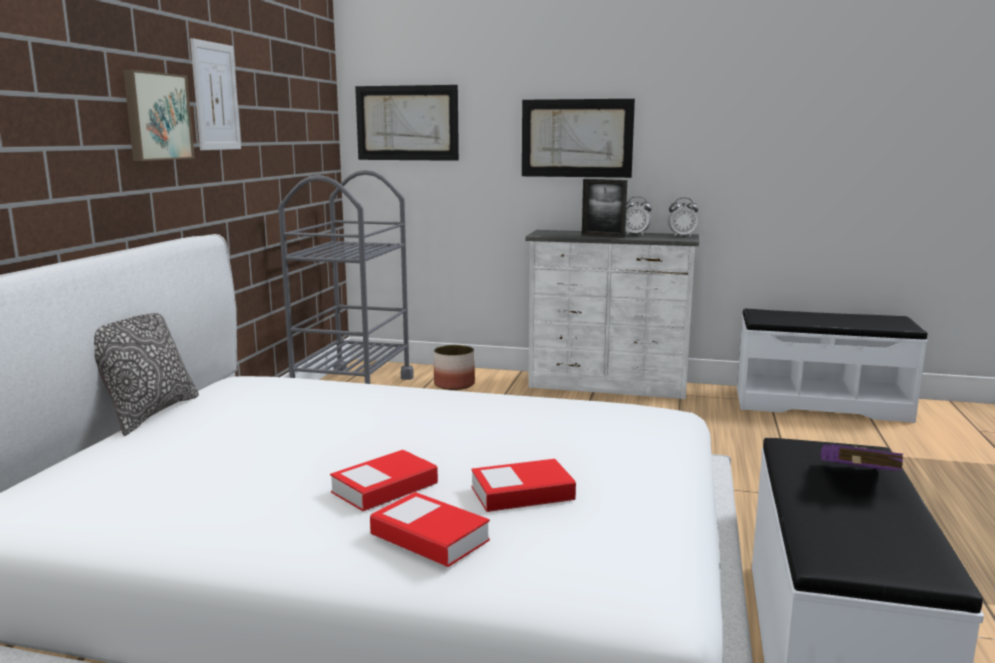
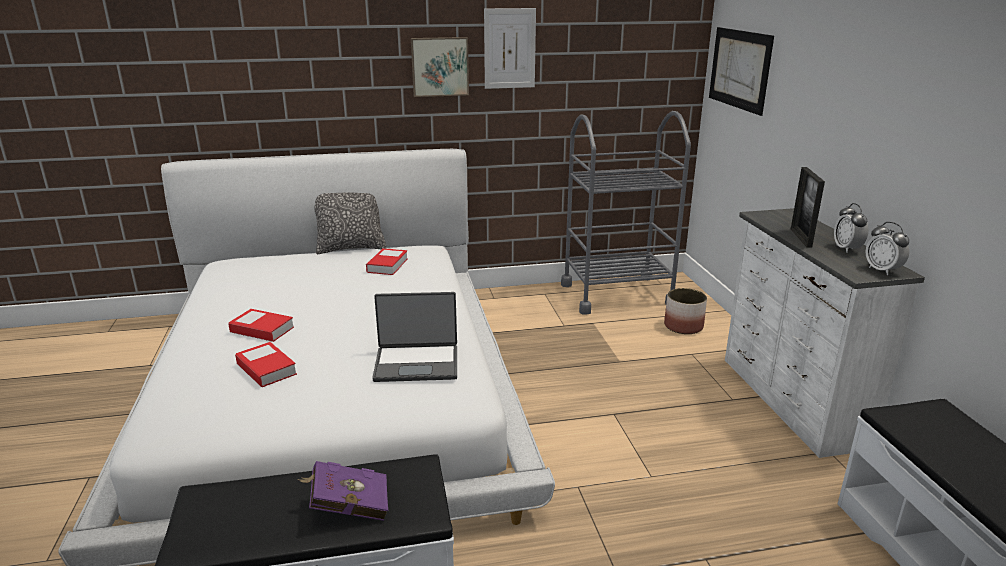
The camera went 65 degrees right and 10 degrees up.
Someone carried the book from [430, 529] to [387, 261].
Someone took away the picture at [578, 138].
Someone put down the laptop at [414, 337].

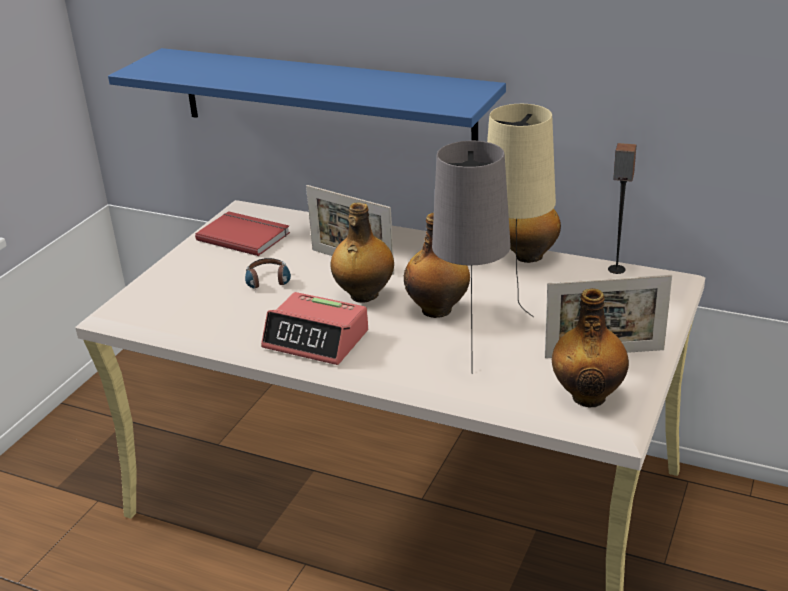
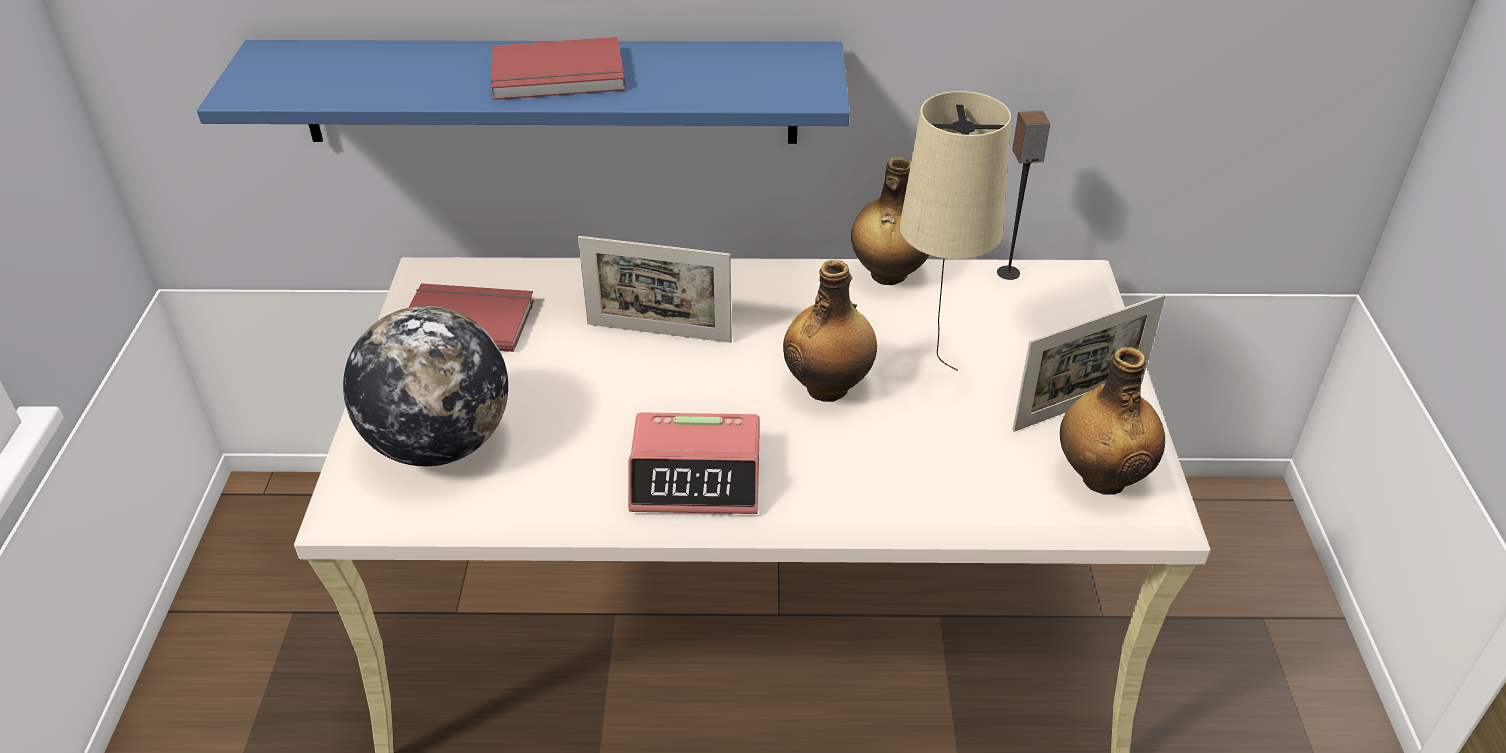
The camera went 25 degrees left and 10 degrees up.
Someone took away the headphones at [268, 275].
Someone took away the bottle at [362, 253].
Someone took away the table lamp in grey at [471, 243].
Someone put down the globe at [425, 386].
Someone put down the book in red at [558, 68].

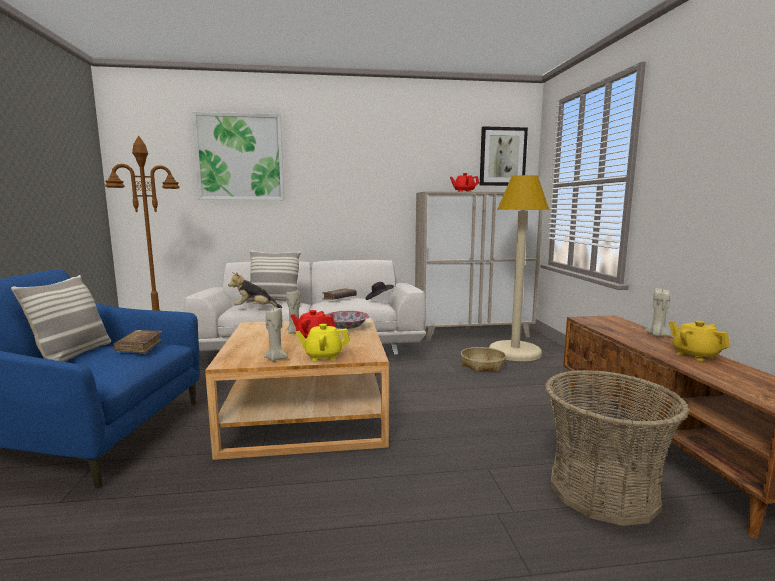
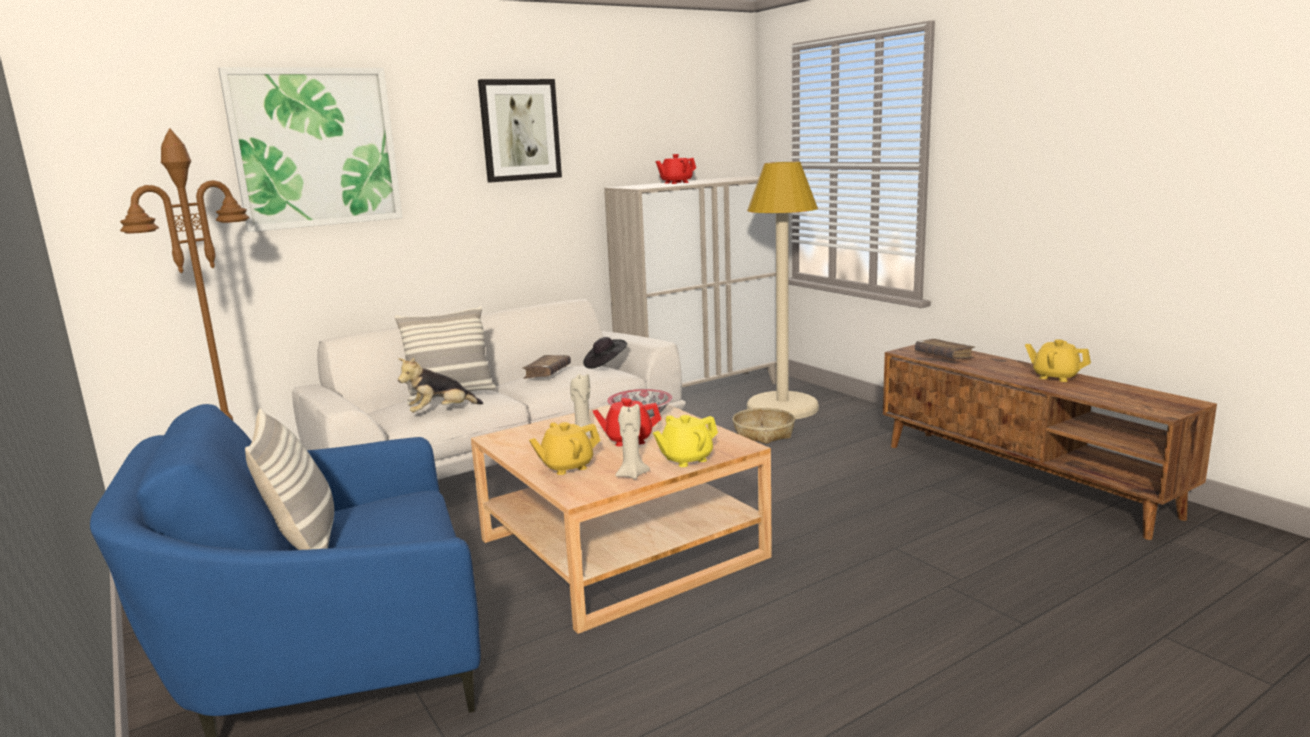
The camera went 25 degrees left and 5 degrees up.
Someone carried the book in brown from [138, 342] to [945, 349].
Someone carried the picture from [504, 156] to [520, 130].
Someone took away the basket at [617, 448].
Someone took away the candle in beige at [658, 312].
Someone put down the teapot in yellow at [564, 448].

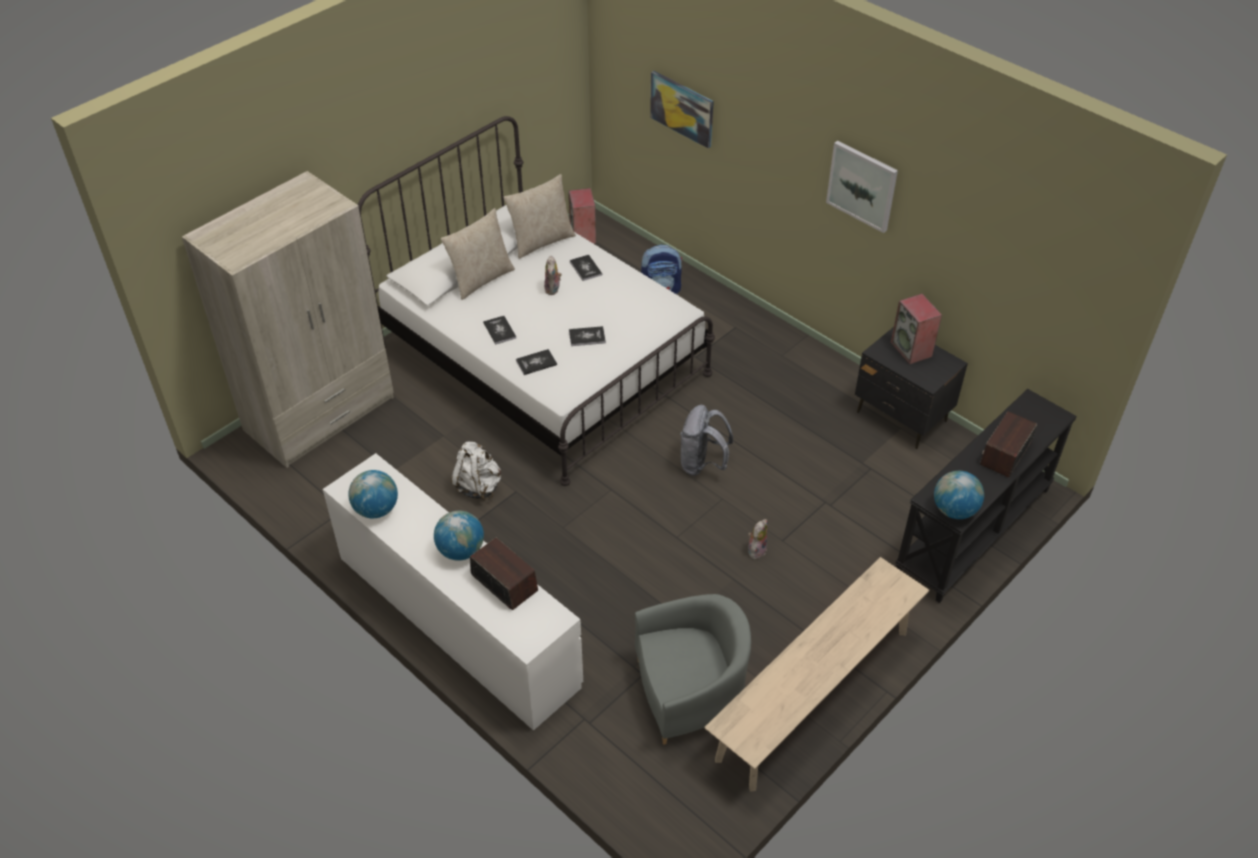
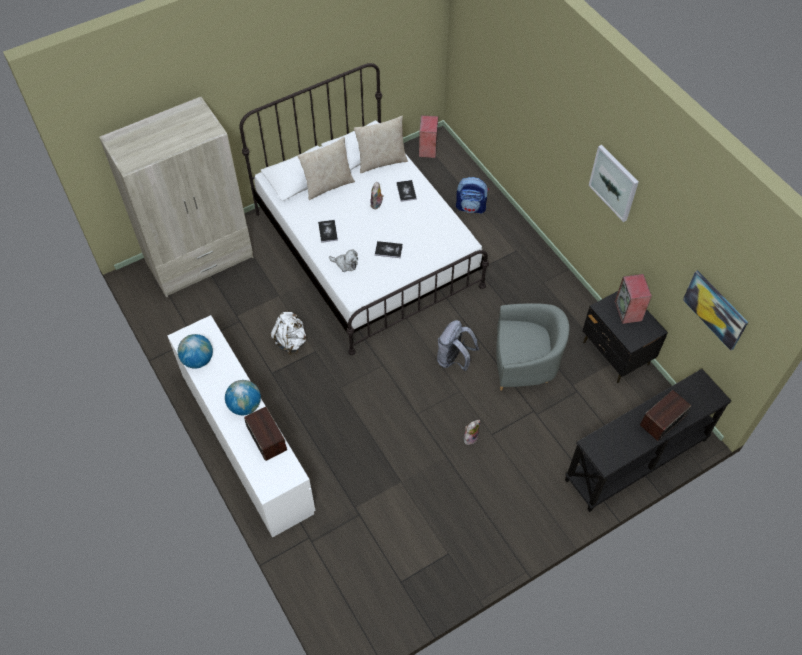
The camera went 15 degrees right and 10 degrees up.
Someone swapped the book at [536, 362] for the plush toy at [343, 260].
Someone carried the armchair in grey from [693, 669] to [533, 347].
Someone carried the picture from [682, 110] to [715, 310].
Someone took away the bench in beige at [816, 674].
Someone took away the globe at [959, 495].

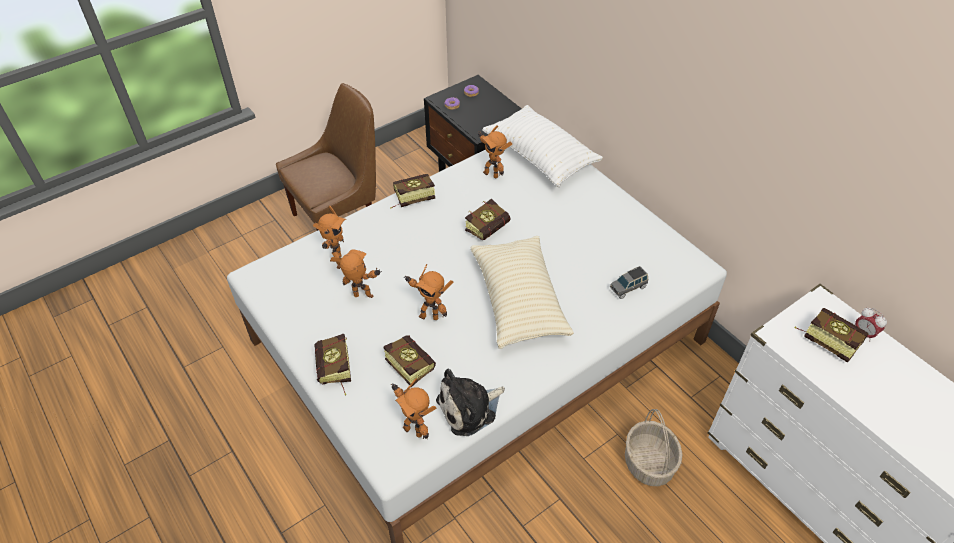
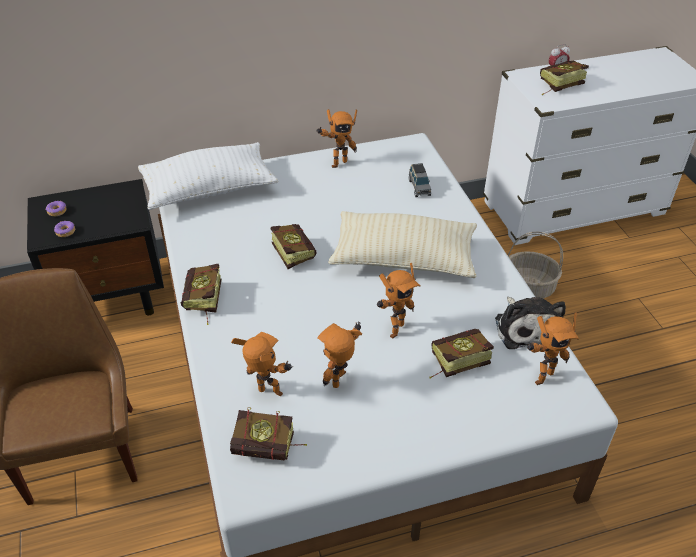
The camera went 70 degrees left and 5 degrees down.
Someone carried the book from [332, 364] to [268, 434].
Someone carried the toy robot from [494, 152] to [336, 138].

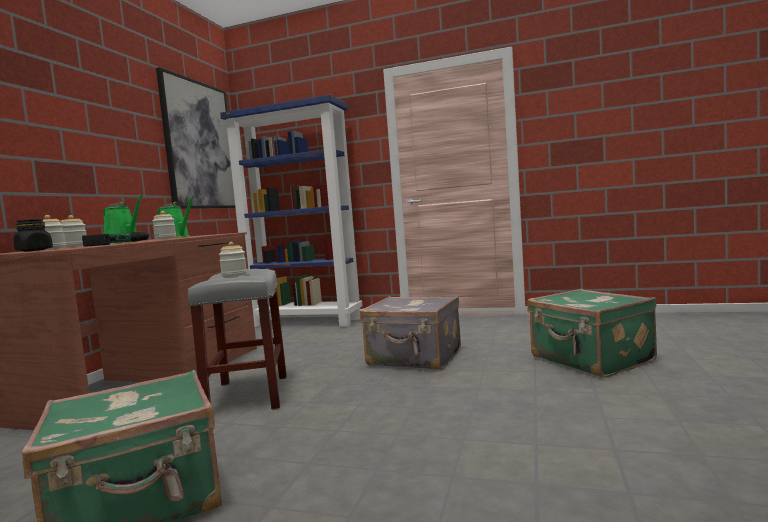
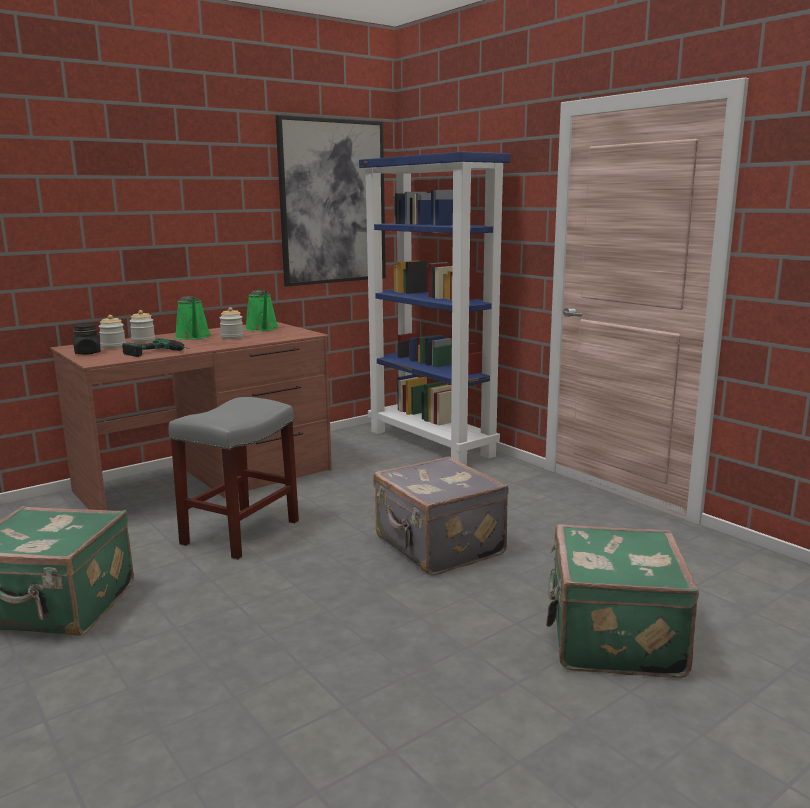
The camera went 35 degrees right and 10 degrees up.
Someone took away the jar at [233, 259].

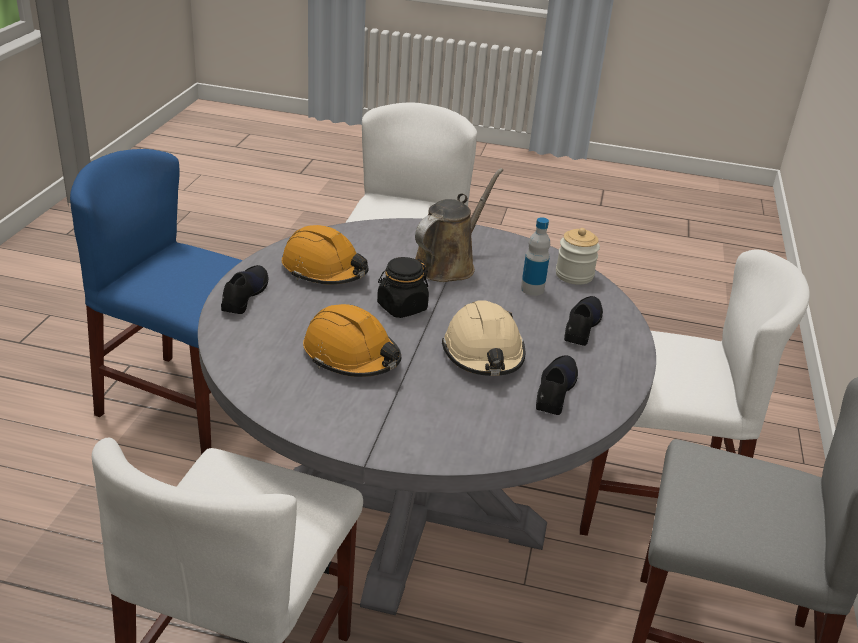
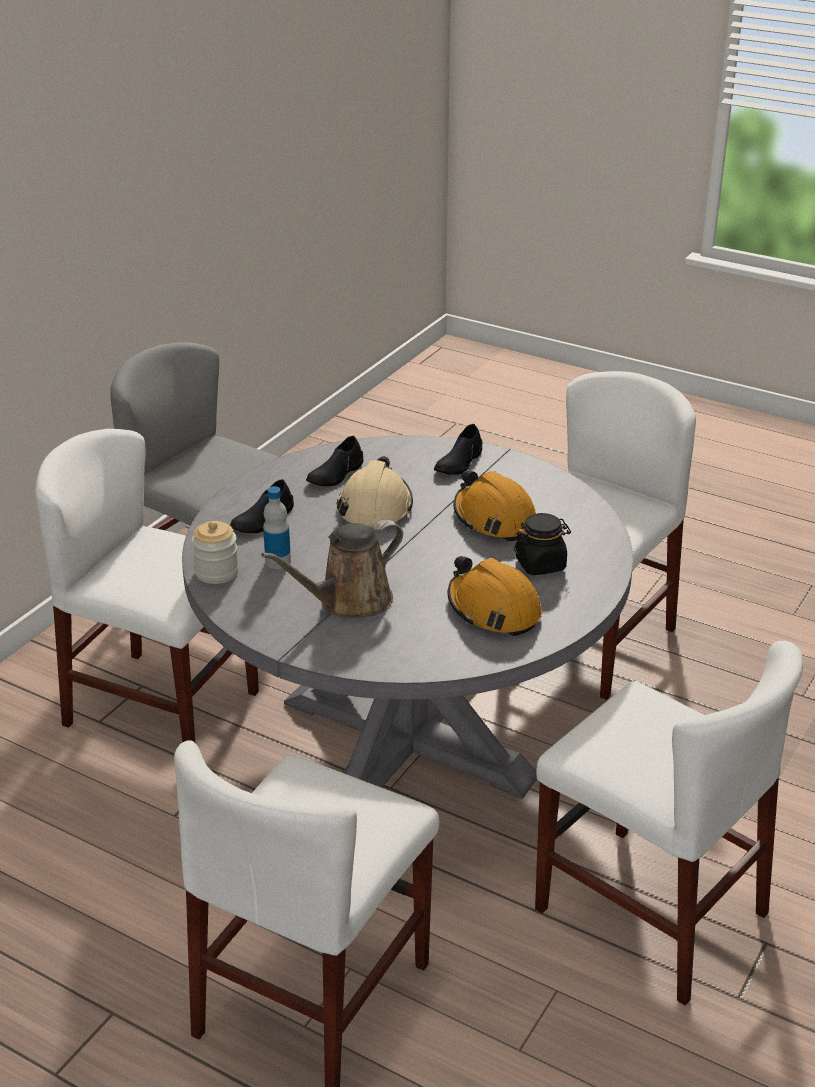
The camera went 160 degrees left and 0 degrees up.
Someone repainted the chair in blue at [156, 302], which became the chair in white at [669, 823].
Someone carried the shoe in black from [244, 289] to [458, 449].
Someone carried the jar in black from [403, 287] to [542, 544].

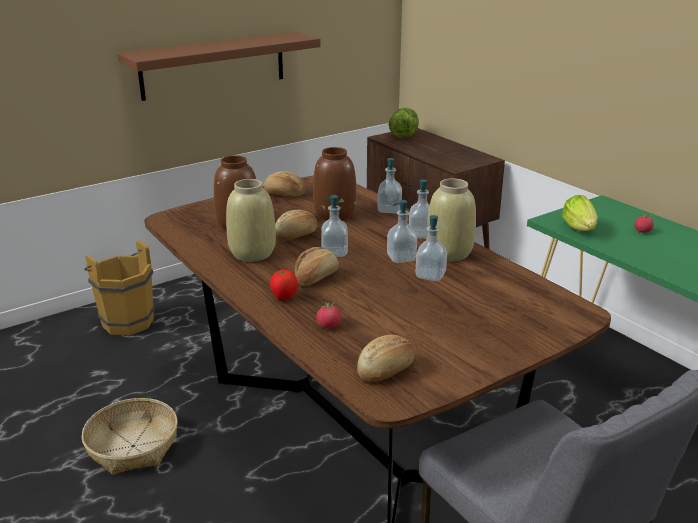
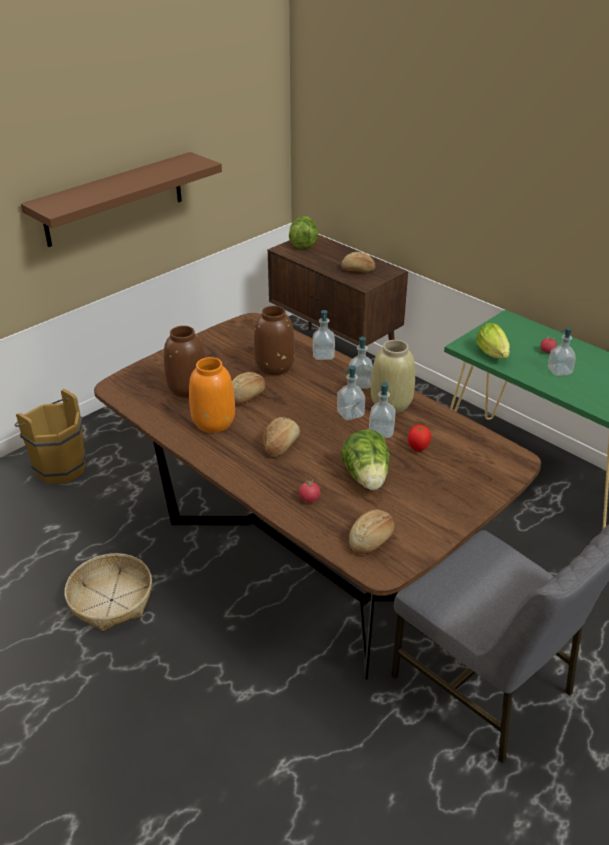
The camera went 10 degrees left and 10 degrees up.
Someone repainted the vase in beige at [251, 220], which became the vase in orange at [212, 395].
Someone carried the bread from [285, 183] to [358, 262].
Someone carried the tomato from [284, 285] to [419, 438].
Someone carried the soap dispenser from [334, 226] to [562, 351].
Someone put down the lettuce at [365, 459].

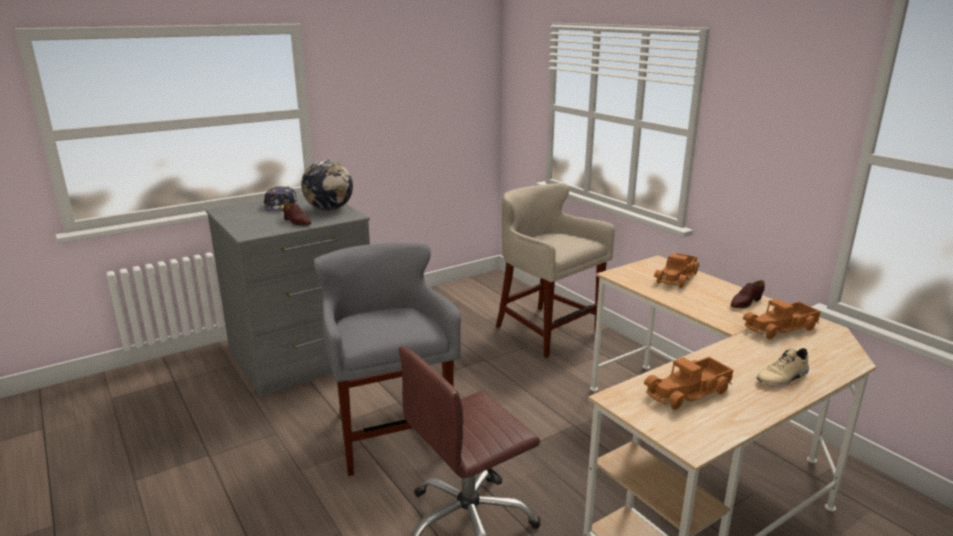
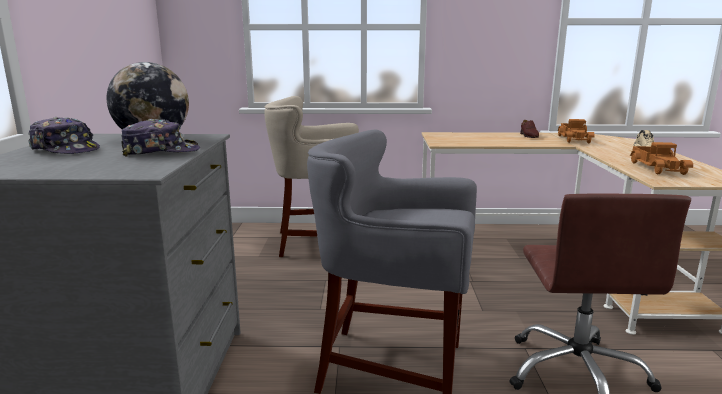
The camera went 55 degrees left and 5 degrees down.
Someone swapped the shoe in brown at [297, 214] for the cap at [160, 138].
Someone took away the toy truck at [676, 270].

